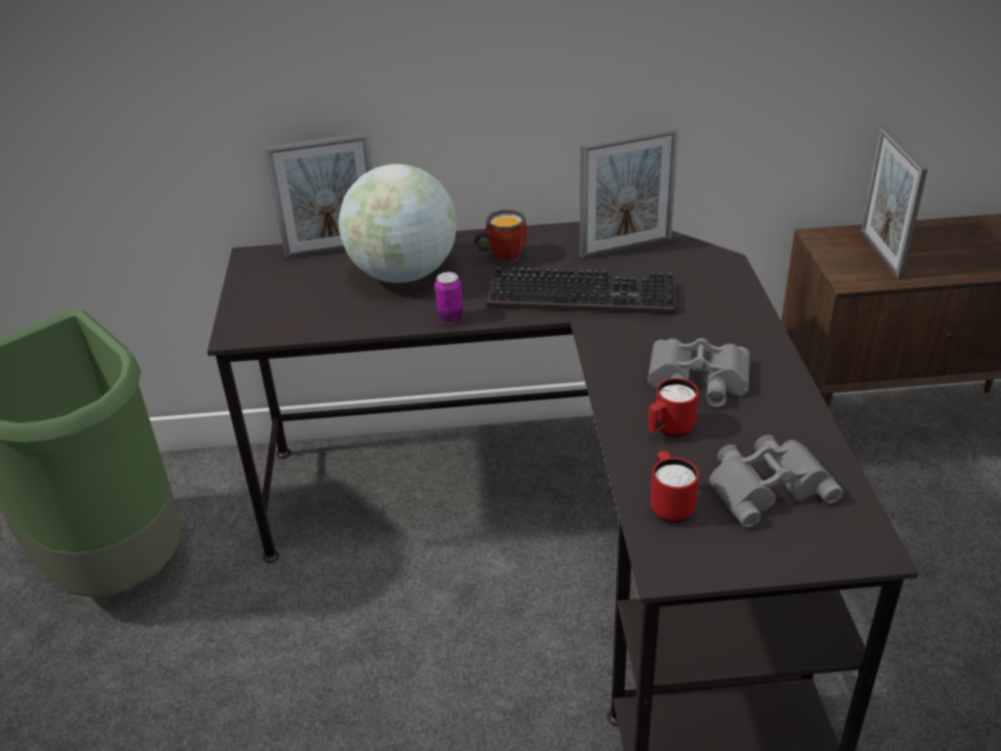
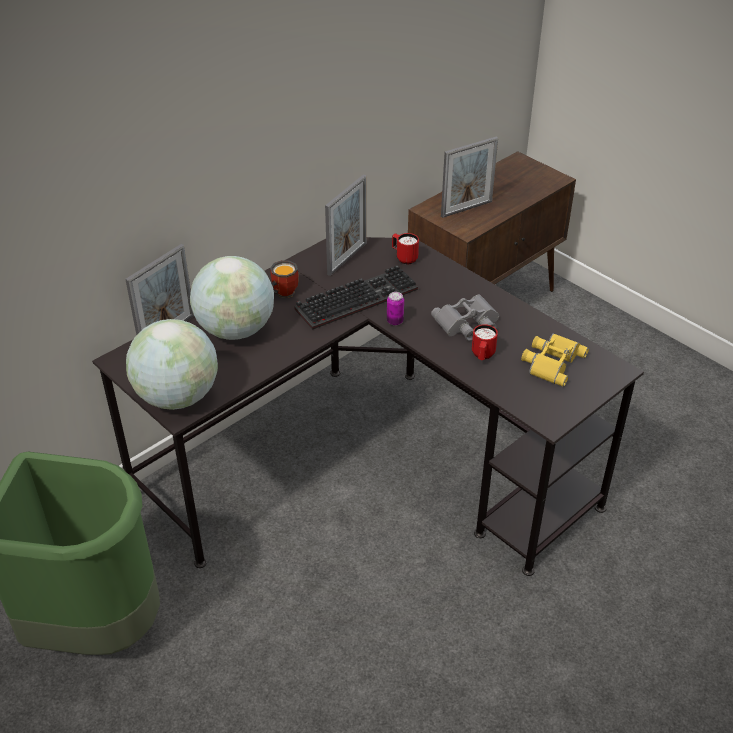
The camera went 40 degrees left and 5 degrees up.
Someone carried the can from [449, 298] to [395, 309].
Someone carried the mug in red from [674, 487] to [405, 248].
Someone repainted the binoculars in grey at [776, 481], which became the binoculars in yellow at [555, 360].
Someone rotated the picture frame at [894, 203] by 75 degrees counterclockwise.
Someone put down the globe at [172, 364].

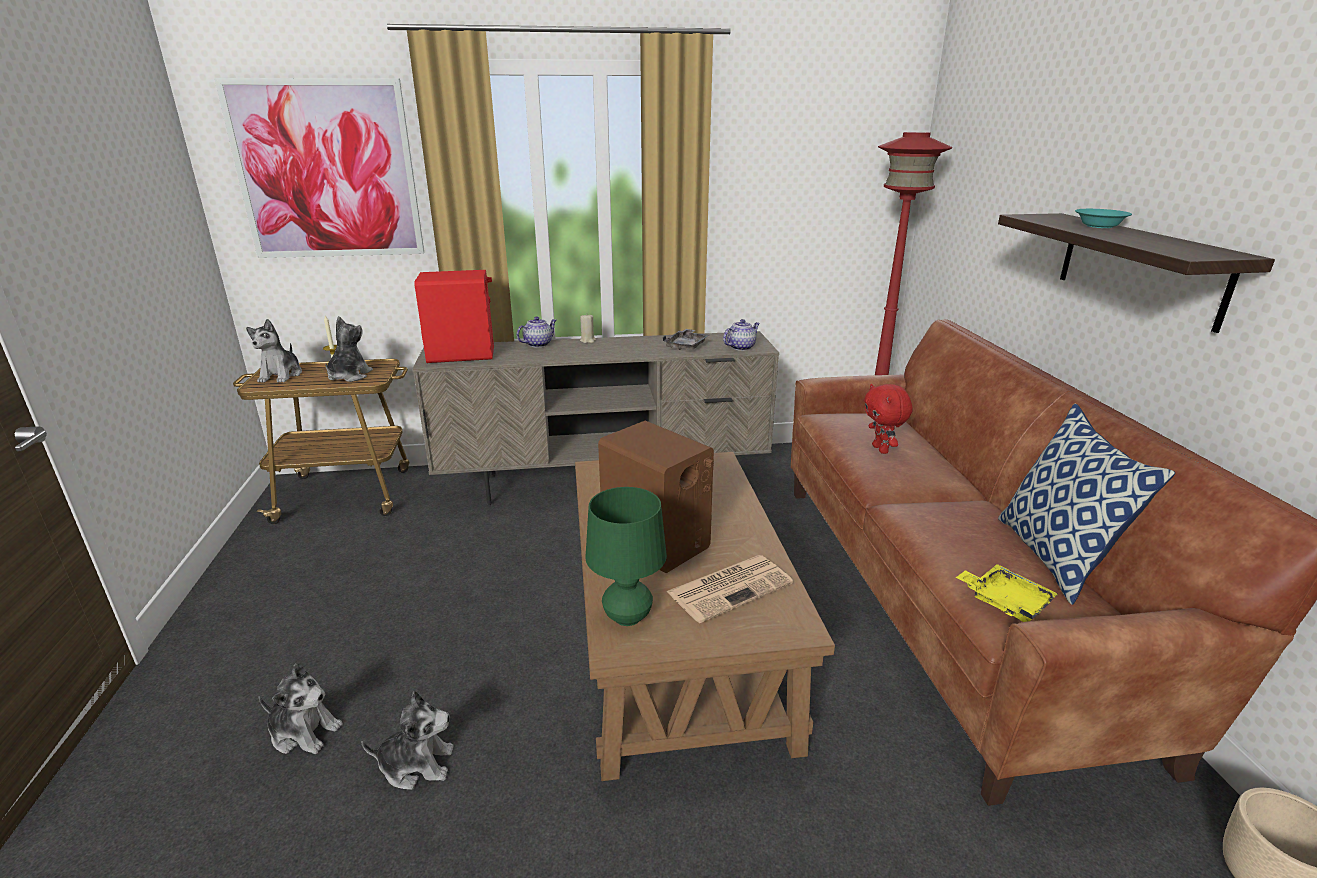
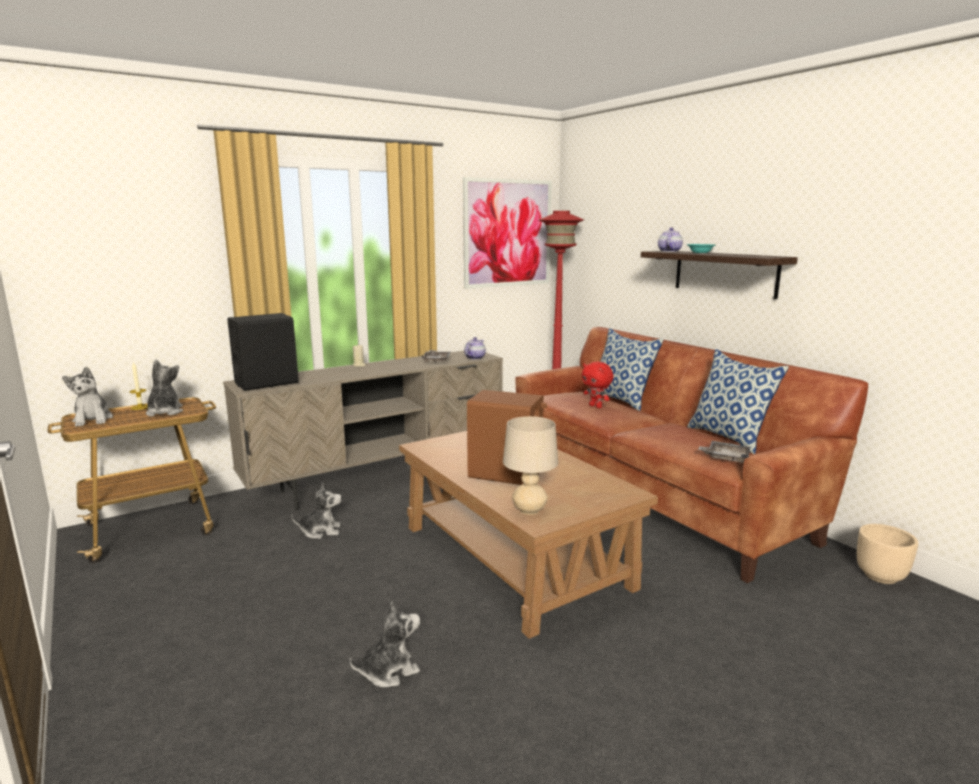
The camera went 25 degrees left and 10 degrees down.
Someone carried the picture from [319, 168] to [507, 233].
Someone carried the plush toy from [301, 708] to [316, 510].
Someone repainted the speaker in red at [454, 316], which became the speaker in black at [263, 352].
Someone carried the teapot from [536, 332] to [670, 239].
Someone repainted the table lamp in green at [626, 556], which became the table lamp in beige at [530, 465].
Someone took away the newspaper at [729, 589].
Someone repainted the tray in yellow at [1007, 593], which became the tray in grey at [724, 452].
Someone put down the pillow at [626, 369].

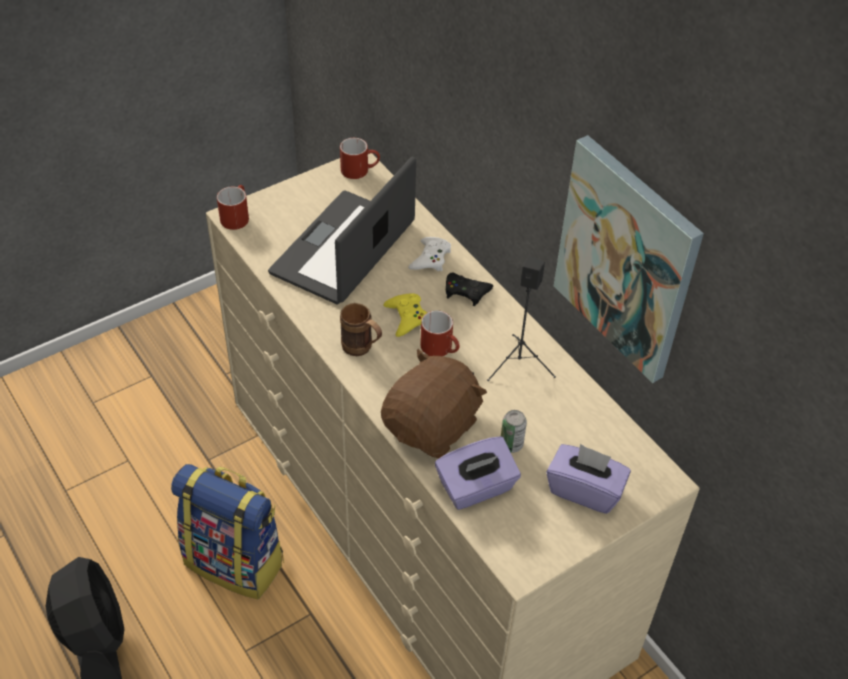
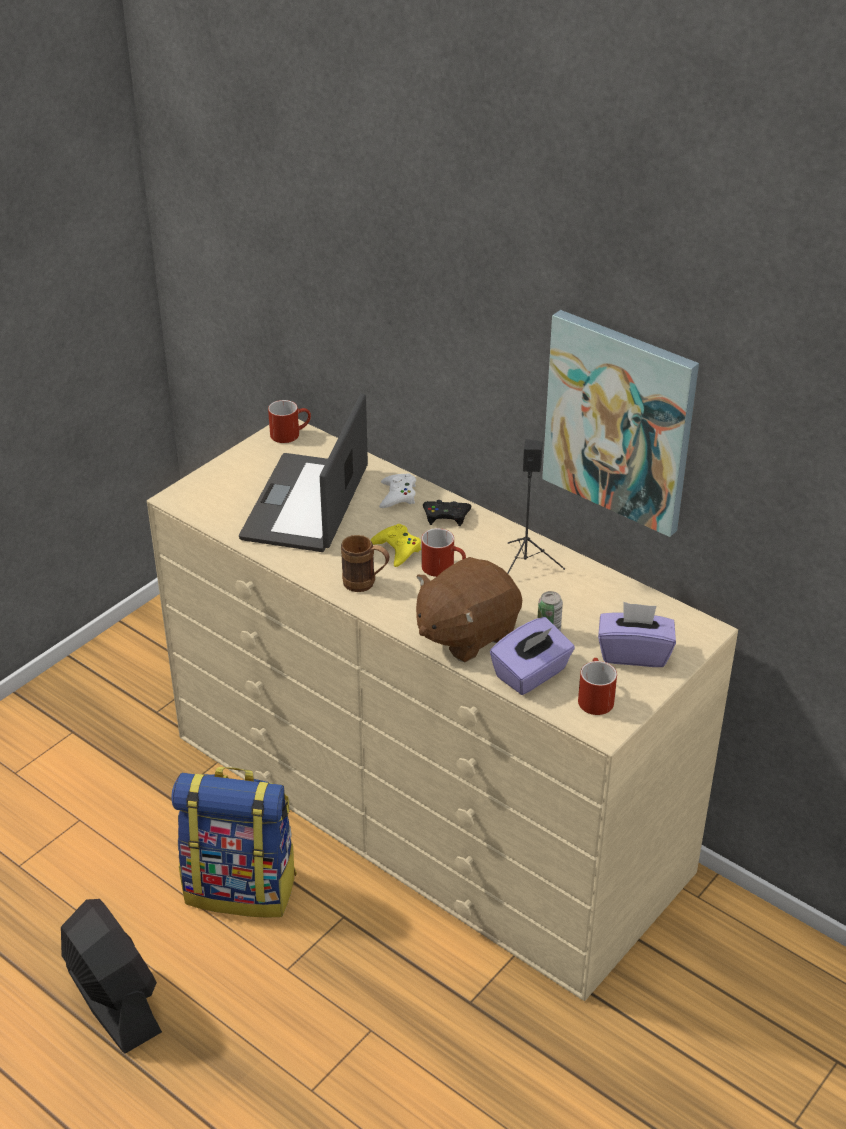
The camera went 15 degrees left and 10 degrees down.
Someone carried the mug in red from [233, 207] to [597, 686].
Someone rotated the plush toy in brown at [434, 404] by 150 degrees counterclockwise.

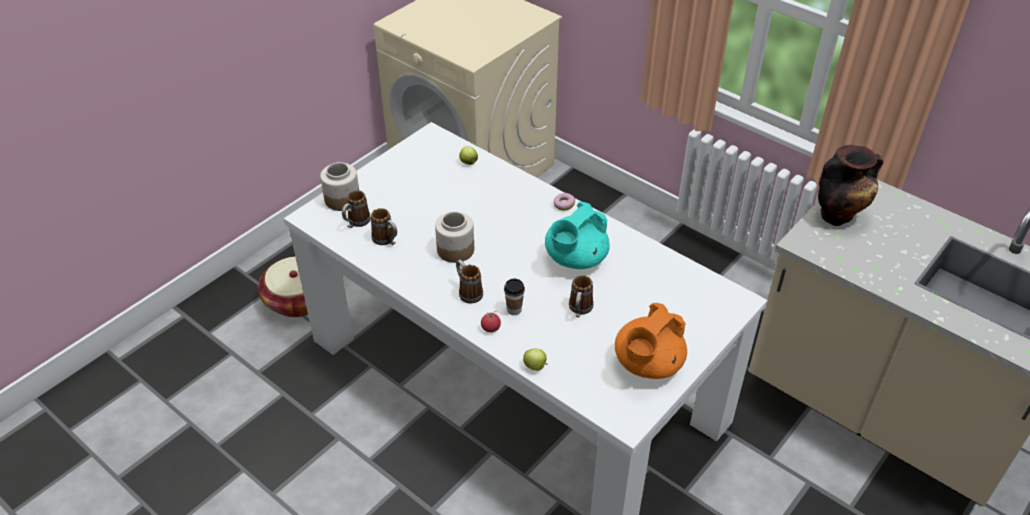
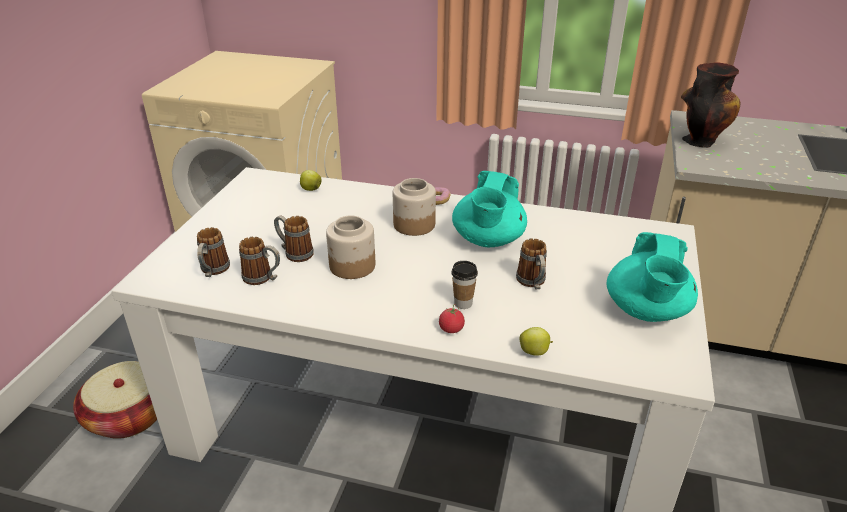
The camera went 25 degrees left and 10 degrees down.
Someone carried the jar from [339, 186] to [414, 207].
Someone carried the mug from [469, 282] to [294, 239].
Someone repainted the teapot in orange at [651, 341], which became the teapot in turquoise at [652, 277].

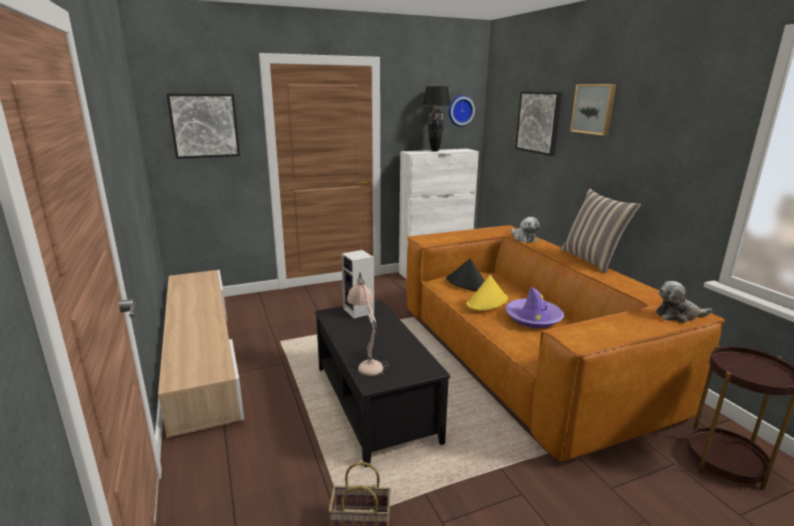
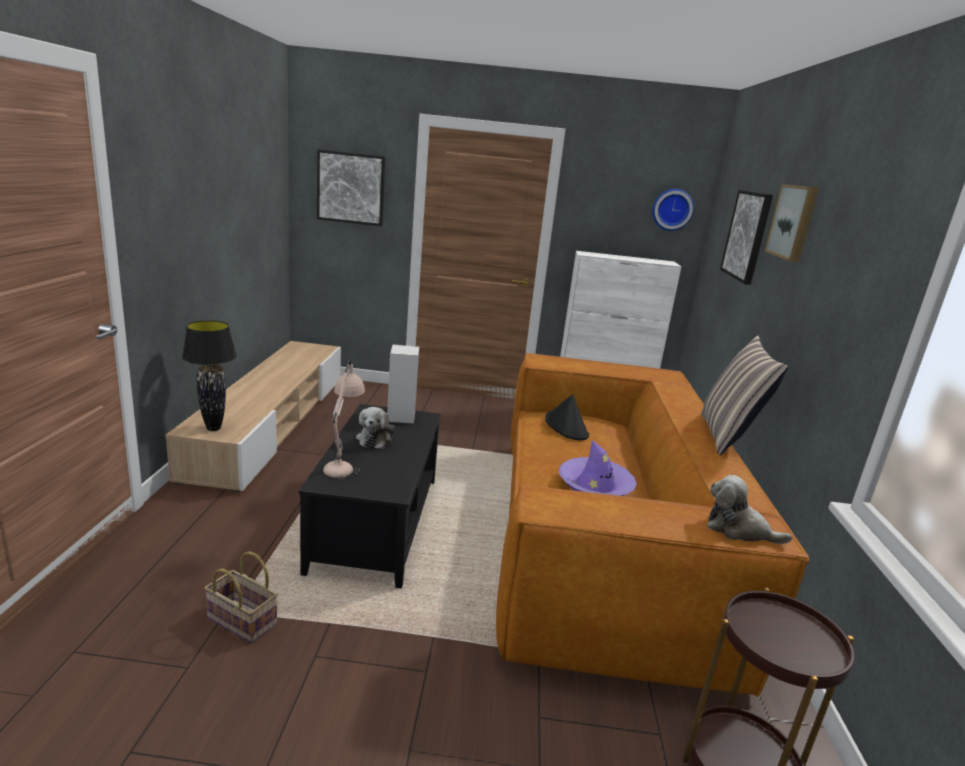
The camera went 25 degrees right and 0 degrees up.
Someone carried the table lamp in black from [437, 118] to [209, 375].
Someone took away the hat in yellow at [487, 293].
Someone carried the plush toy from [525, 230] to [375, 428].

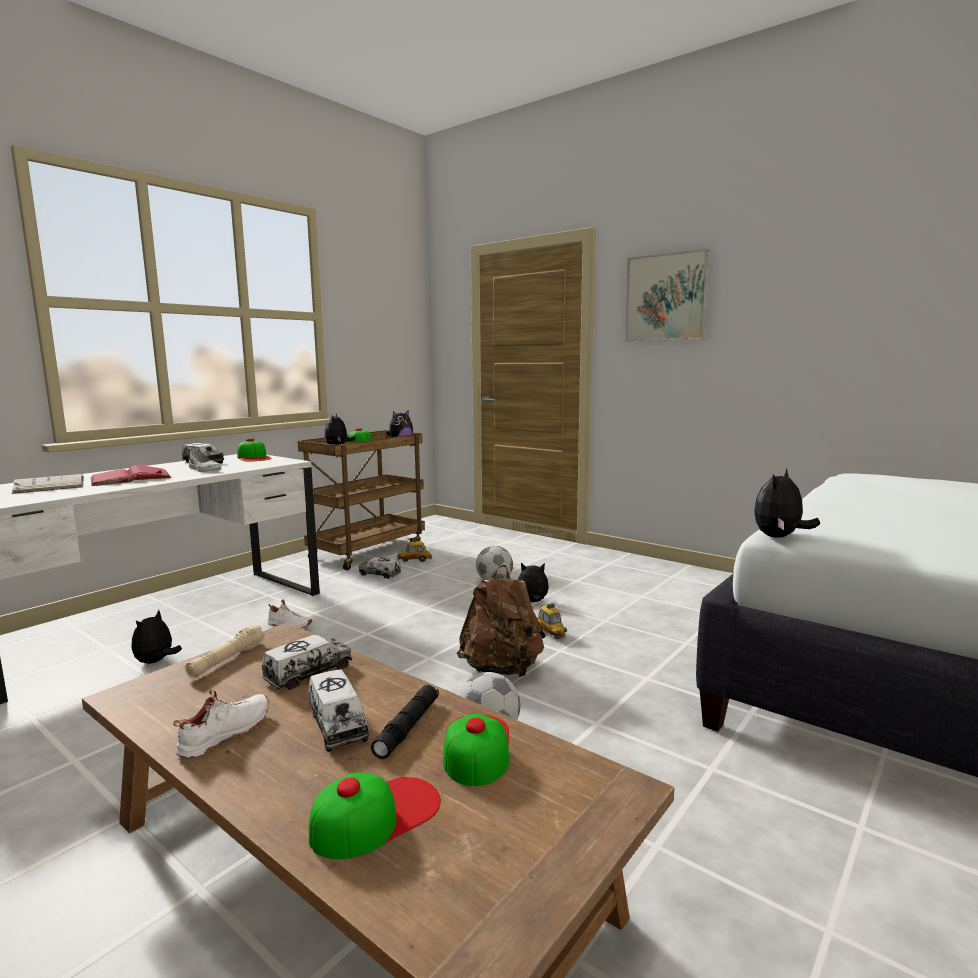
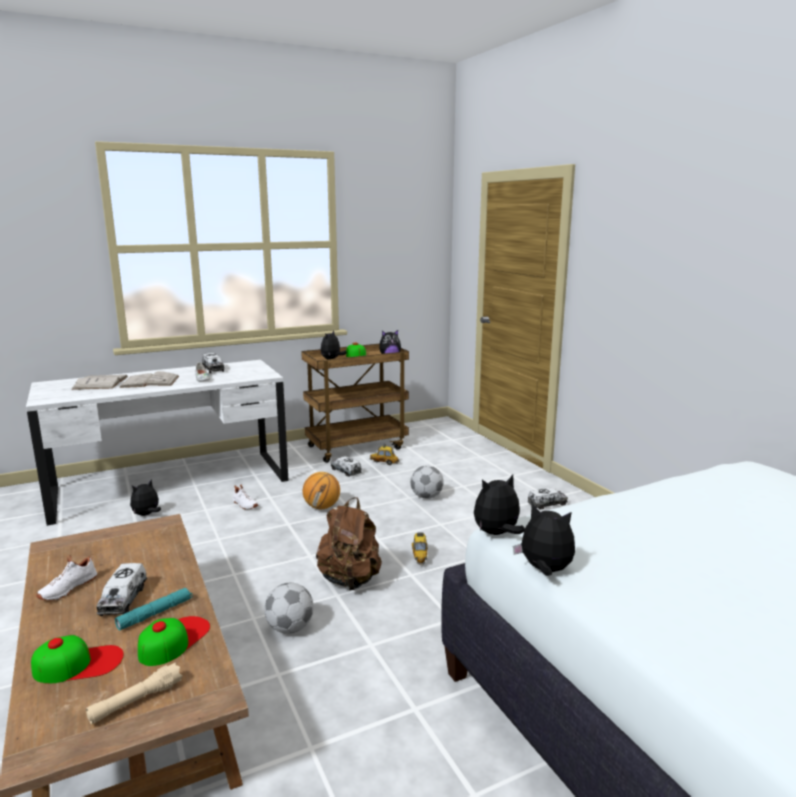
The camera went 25 degrees right and 5 degrees up.
Someone repainted the book in red at [131, 475], which became the book in white at [149, 379].
Someone rotated the shoe in white at [221, 724] by 150 degrees clockwise.
Someone carried the flashlight in beige from [225, 652] to [134, 693].
Someone took away the cap at [254, 449].
Someone carried the toy truck from [307, 662] to [547, 499].
Someone repainted the flashlight in black at [405, 722], which became the flashlight in turquoise at [153, 609].
Someone carried the plush toy from [533, 582] to [544, 539].
Someone took away the picture at [667, 295].
Someone put down the basketball at [321, 490].

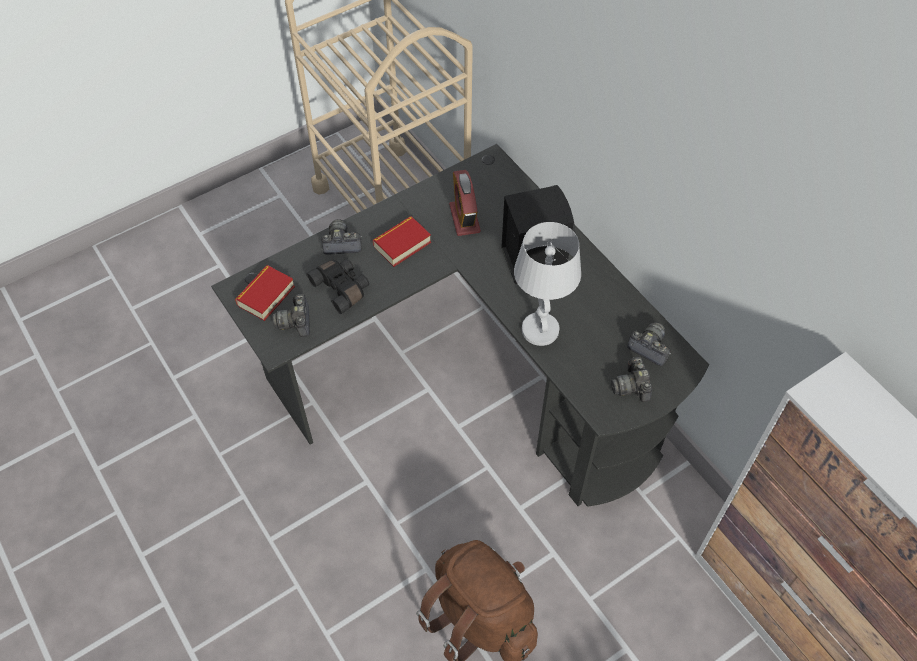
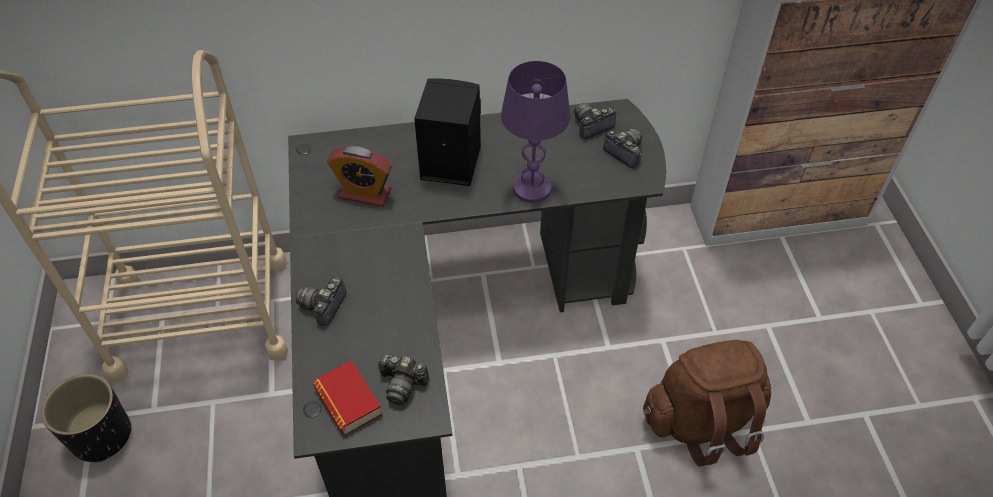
The camera went 65 degrees left and 5 degrees down.
Someone took away the binoculars in black at [337, 286].
Someone took away the book at [402, 241].
Someone repainted the table lamp in white at [547, 284], which became the table lamp in purple at [535, 132].
Someone rotated the photo camera at [631, 379] by 150 degrees counterclockwise.
Someone put down the planter in black at [86, 418].

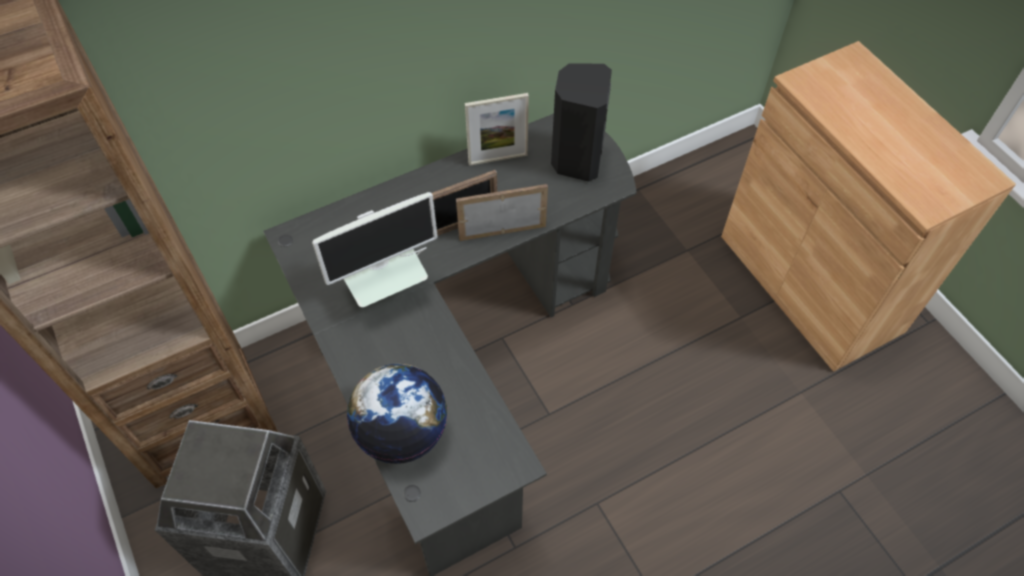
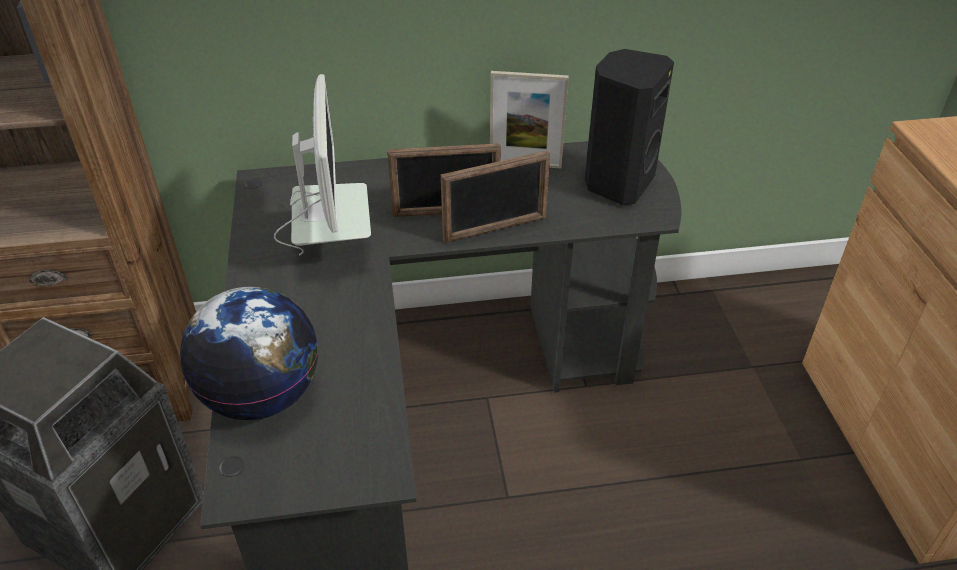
The camera went 20 degrees right and 15 degrees down.
Someone rotated the monitor at [375, 249] by 90 degrees counterclockwise.
Someone rotated the picture frame at [502, 212] by 150 degrees clockwise.

